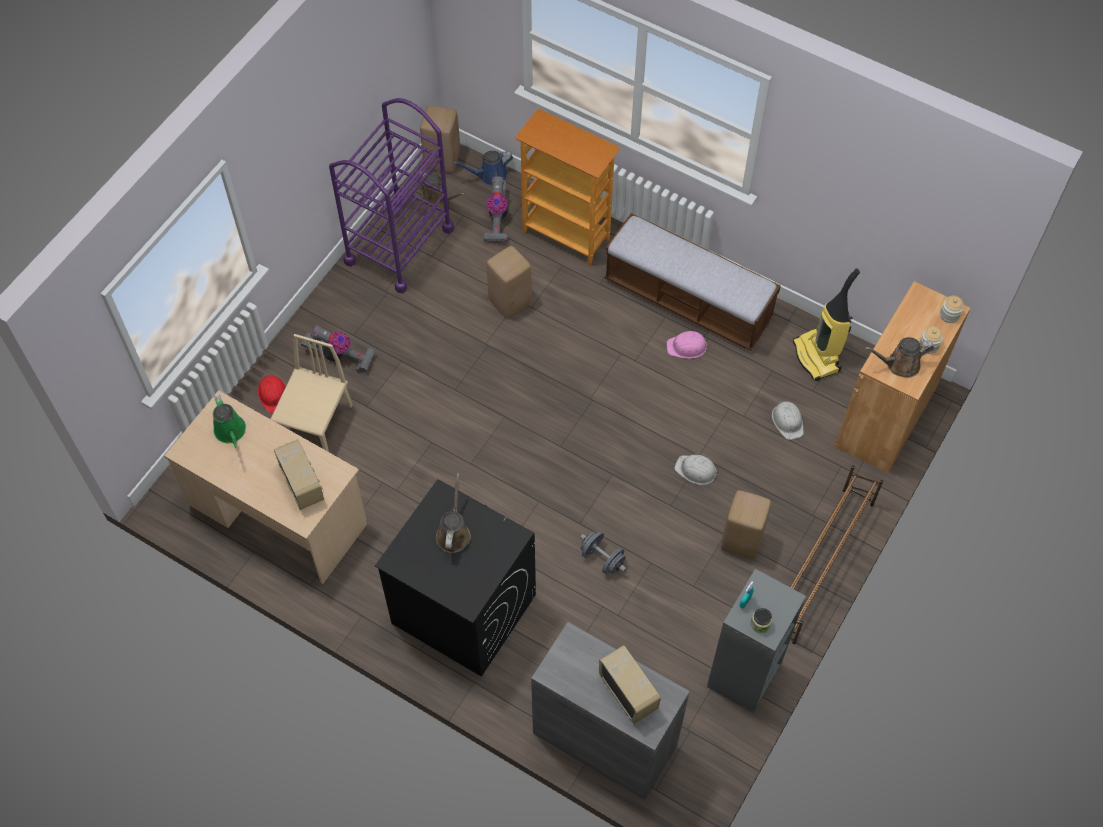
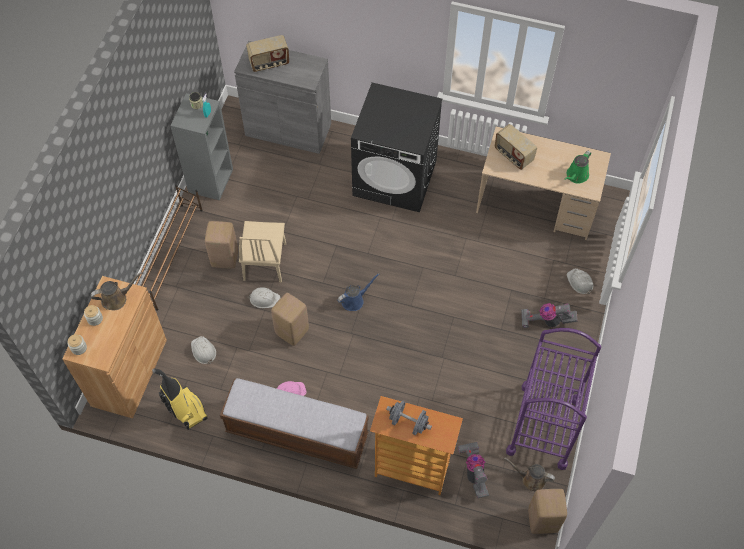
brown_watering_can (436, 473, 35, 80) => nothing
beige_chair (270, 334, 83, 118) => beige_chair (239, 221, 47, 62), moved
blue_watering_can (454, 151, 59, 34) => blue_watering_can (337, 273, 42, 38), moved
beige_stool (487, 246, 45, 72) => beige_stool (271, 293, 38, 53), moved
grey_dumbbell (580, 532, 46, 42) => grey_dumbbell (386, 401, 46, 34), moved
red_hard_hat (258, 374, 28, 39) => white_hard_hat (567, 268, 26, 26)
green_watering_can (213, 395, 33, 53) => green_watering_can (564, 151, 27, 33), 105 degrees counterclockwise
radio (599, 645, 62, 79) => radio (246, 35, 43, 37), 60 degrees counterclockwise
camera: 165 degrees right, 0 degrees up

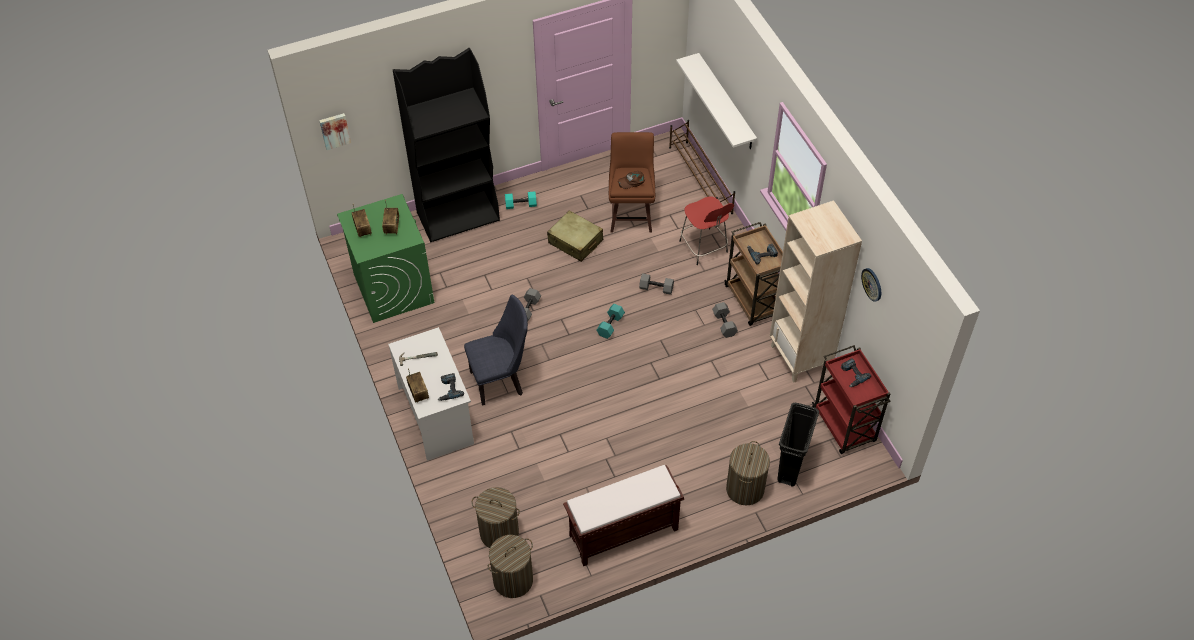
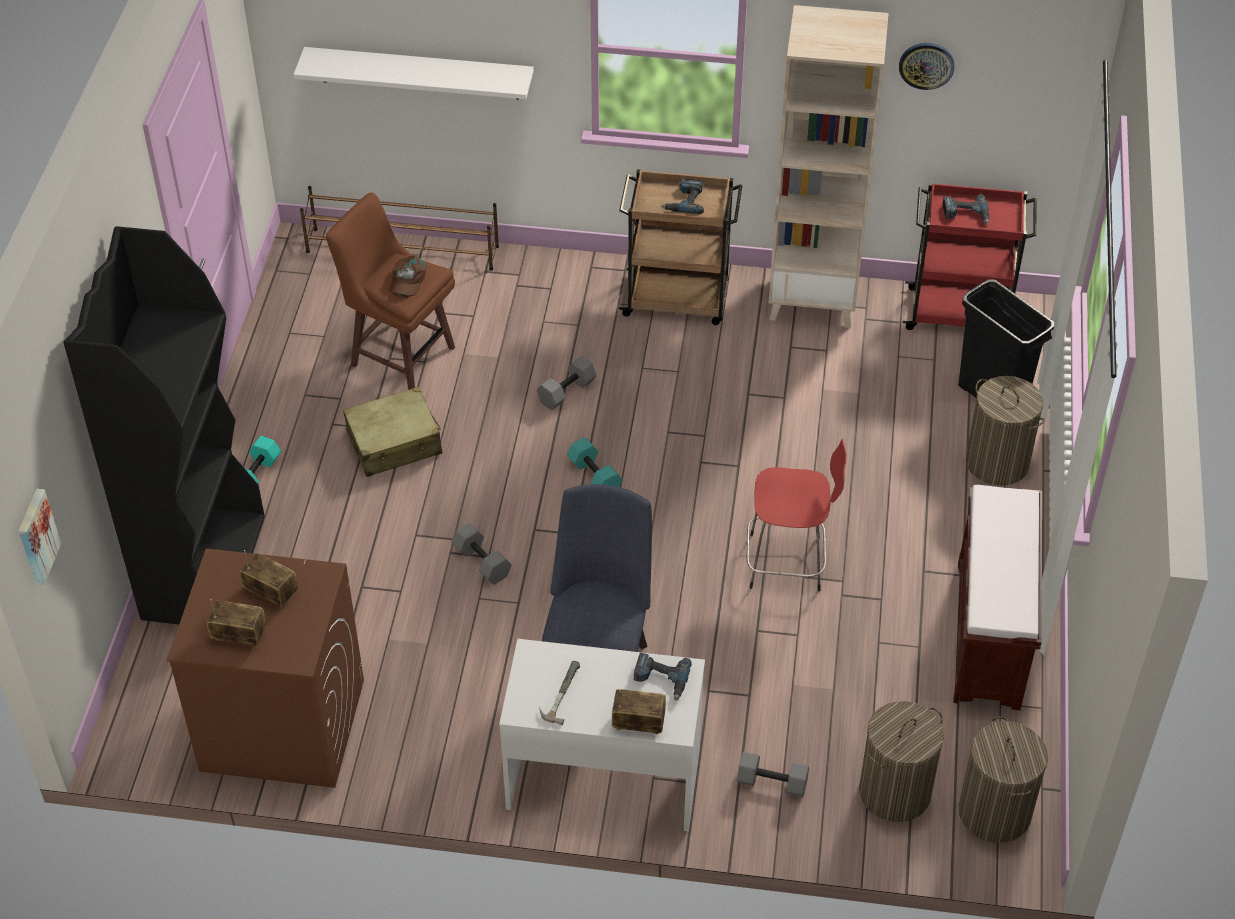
red_stool (679, 197, 55, 68) => red_stool (747, 439, 100, 152), moved
grey_dumbbell (712, 302, 26, 36) => grey_dumbbell (737, 752, 72, 45), moved
green_washing_machine (337, 194, 97, 129) => brown_washing_machine (167, 548, 197, 240)
camera: 60 degrees left, 5 degrees down

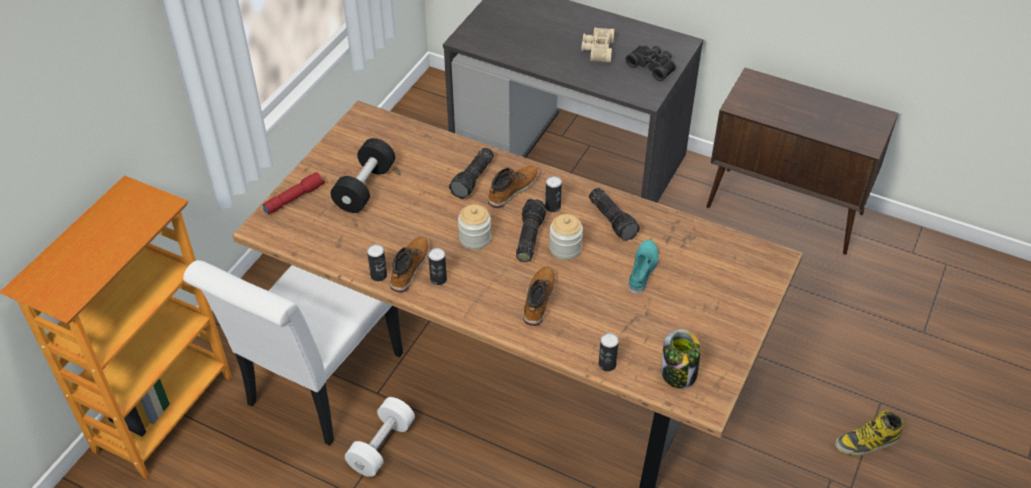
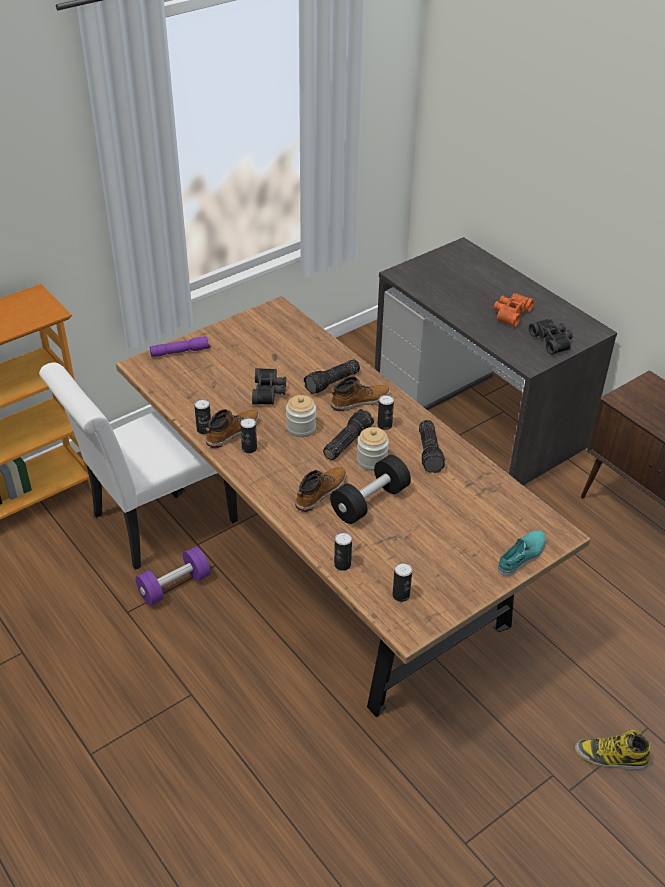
nothing => black_binoculars (252, 368, 34, 37)
black_dumbbell (331, 138, 64, 75) => black_dumbbell (330, 455, 81, 69), moved
turquoise_shoe (629, 240, 29, 54) => turquoise_shoe (498, 530, 48, 46), moved
jar (661, 329, 39, 60) => can (392, 563, 20, 39)
red_flashlight (262, 172, 63, 43) => purple_flashlight (150, 336, 60, 21)
white_dumbbell (345, 397, 70, 80) => purple_dumbbell (135, 547, 76, 59)
beige_binoculars (581, 27, 33, 36) => orange_binoculars (494, 293, 40, 34)
camera: 25 degrees right, 5 degrees down

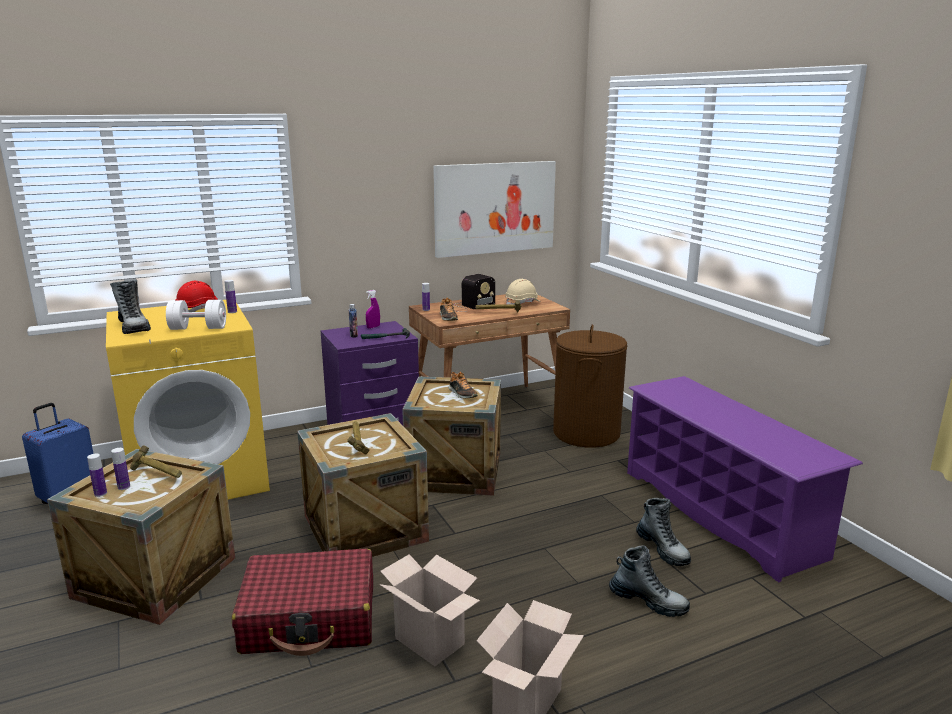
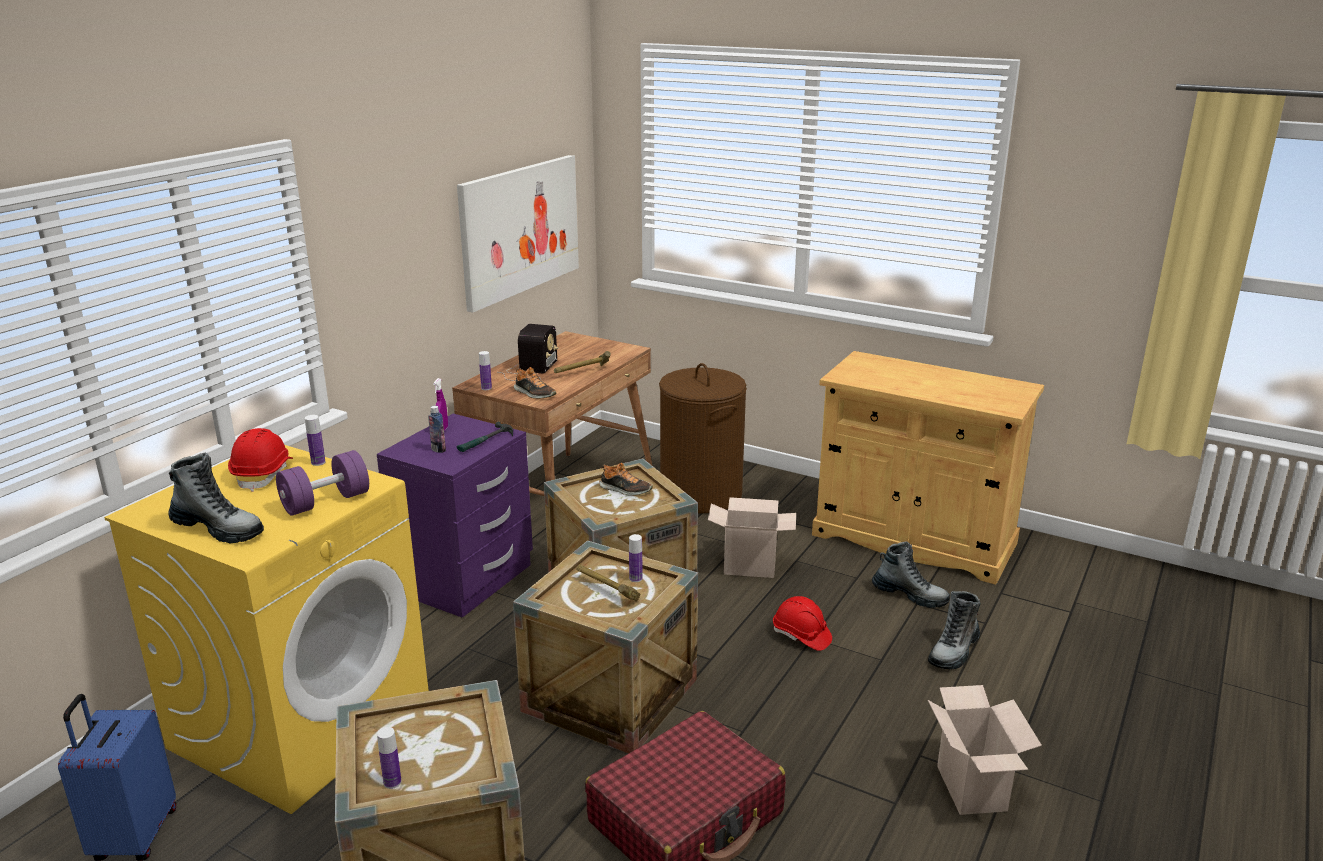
hammer (130, 446, 52, 32) => nothing
beige_hard_hat (505, 279, 36, 26) => nothing
nothing => red_hard_hat (773, 596, 59, 55)
bottle (111, 448, 19, 42) => bottle (629, 534, 13, 48), moved
cardboard_box (380, 554, 100, 112) => cardboard_box (708, 497, 88, 81), moved
purple_shoe_rack (627, 376, 236, 206) => beige_cabinet (812, 351, 232, 234)
white_dumbbell (166, 300, 60, 30) => purple_dumbbell (276, 450, 93, 66)
boot (609, 545, 81, 72) => boot (928, 591, 53, 79), 135 degrees clockwise
camera: 35 degrees left, 5 degrees up

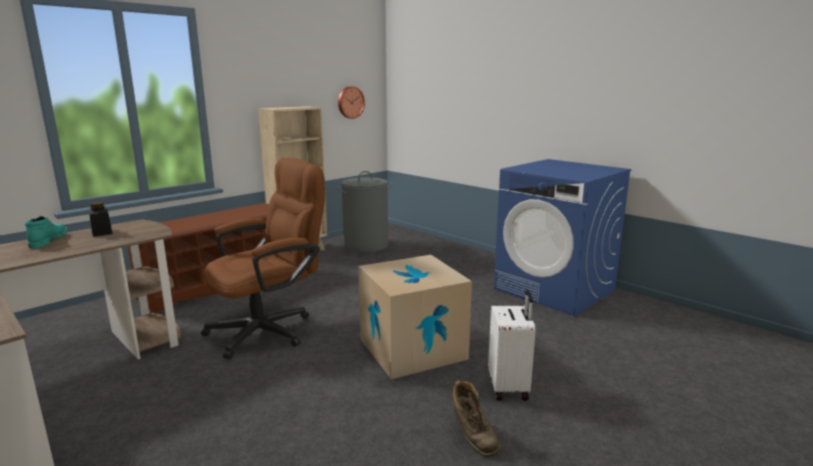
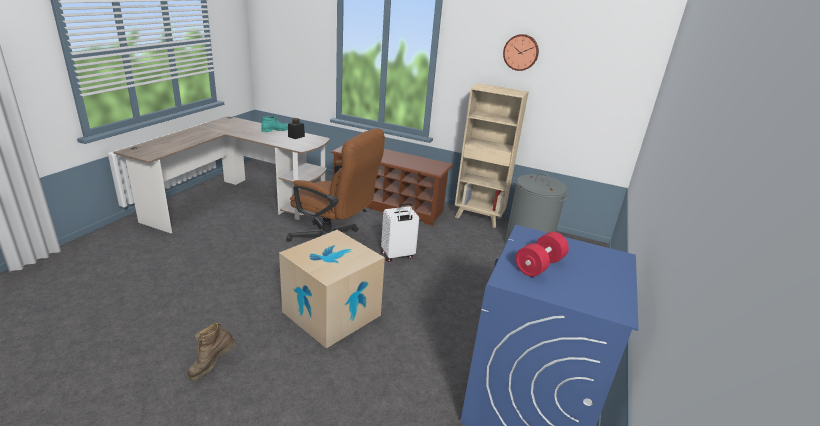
nothing => red_dumbbell (516, 232, 53, 45)
wall_clock (338, 86, 27, 33) => wall_clock (503, 34, 36, 37), moved
white_suitcase (488, 290, 48, 111) => white_suitcase (381, 203, 38, 59), moved
camera: 65 degrees right, 10 degrees up

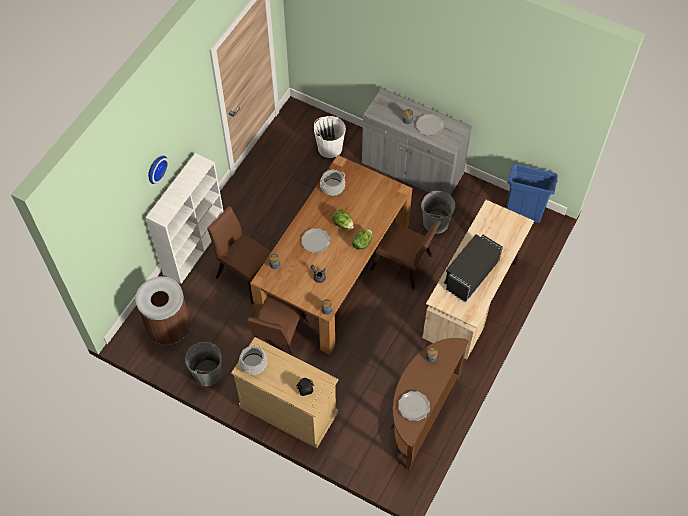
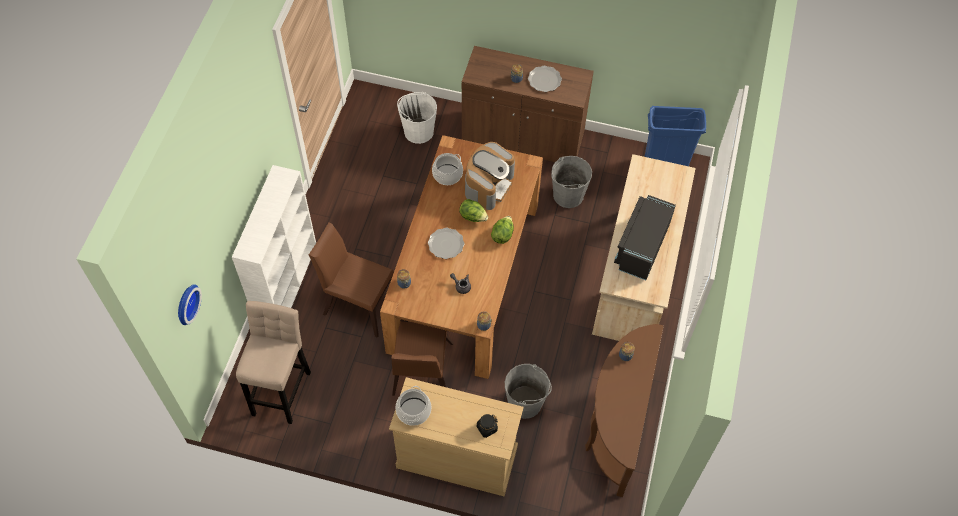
brown_chair (370, 221, 71, 68) => nothing
plate (398, 391, 32, 30) => nothing
nothing => coffee_machine (465, 142, 50, 68)
wall_clock (148, 156, 21, 28) => wall_clock (178, 284, 24, 41), moved
grey_bucket (185, 342, 37, 44) => grey_bucket (505, 364, 47, 55), moved
brown_trash_can (135, 276, 56, 69) => beige_stool (236, 301, 75, 123)
grey_cabinet (362, 88, 110, 107) => brown_cabinet (462, 46, 132, 116)
camera: 15 degrees left, 0 degrees up

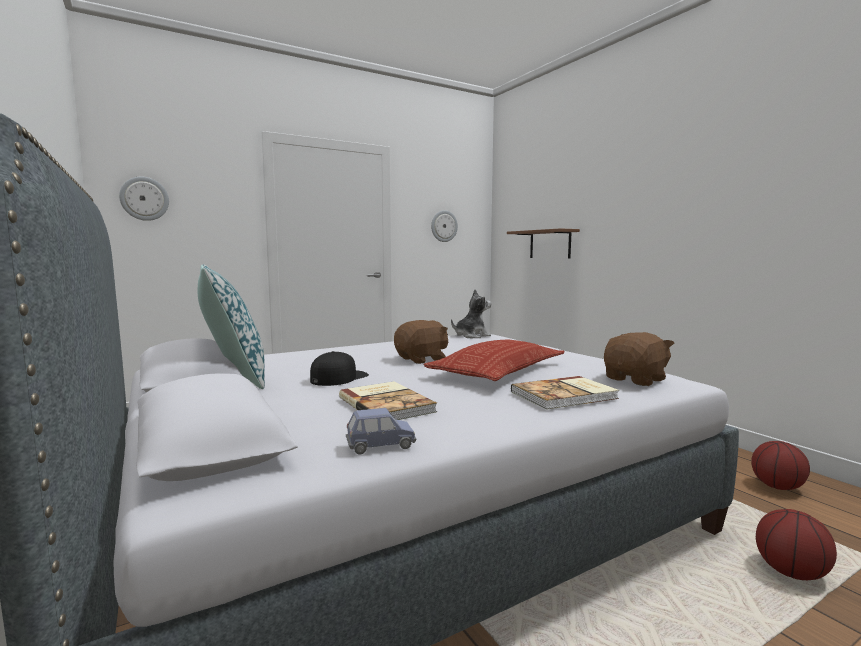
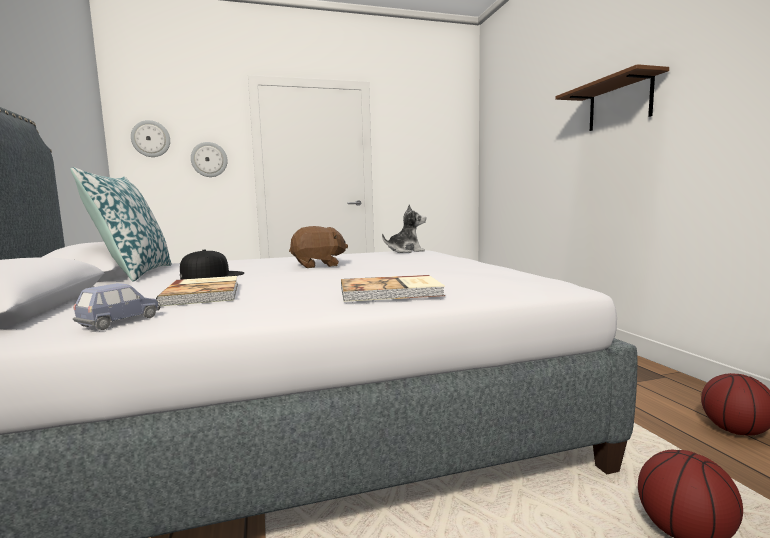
pillow (423, 340, 142, 41) => nothing
brown_plush_toy (604, 332, 71, 54) => nothing
wall_clock (431, 210, 27, 32) => wall_clock (191, 142, 36, 35), moved
brown_shelf (507, 228, 73, 31) => brown_shelf (555, 64, 114, 67), moved
blue_toy_car (346, 408, 71, 47) => blue_toy_car (73, 283, 87, 47), 60 degrees counterclockwise
camera: 15 degrees right, 0 degrees up

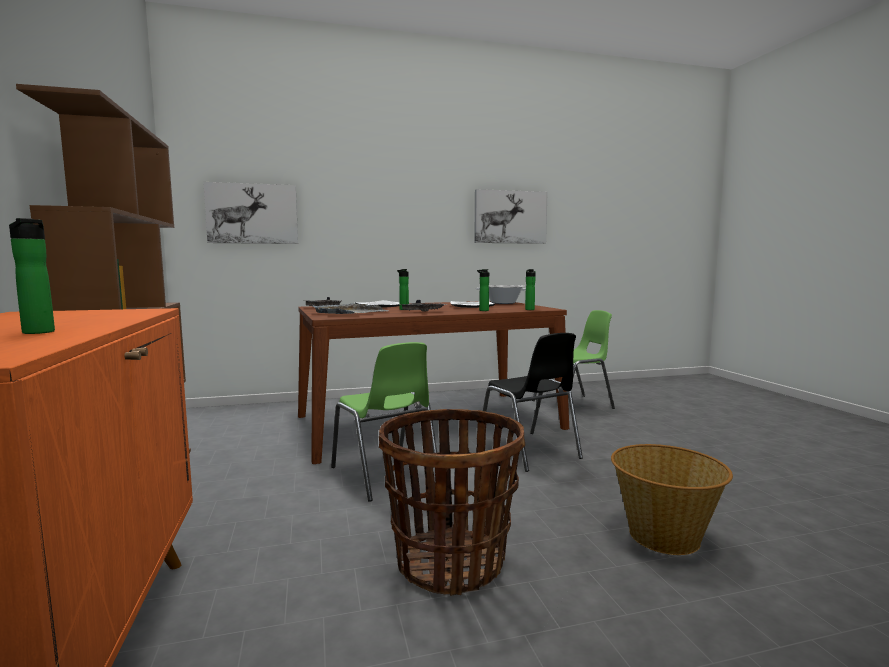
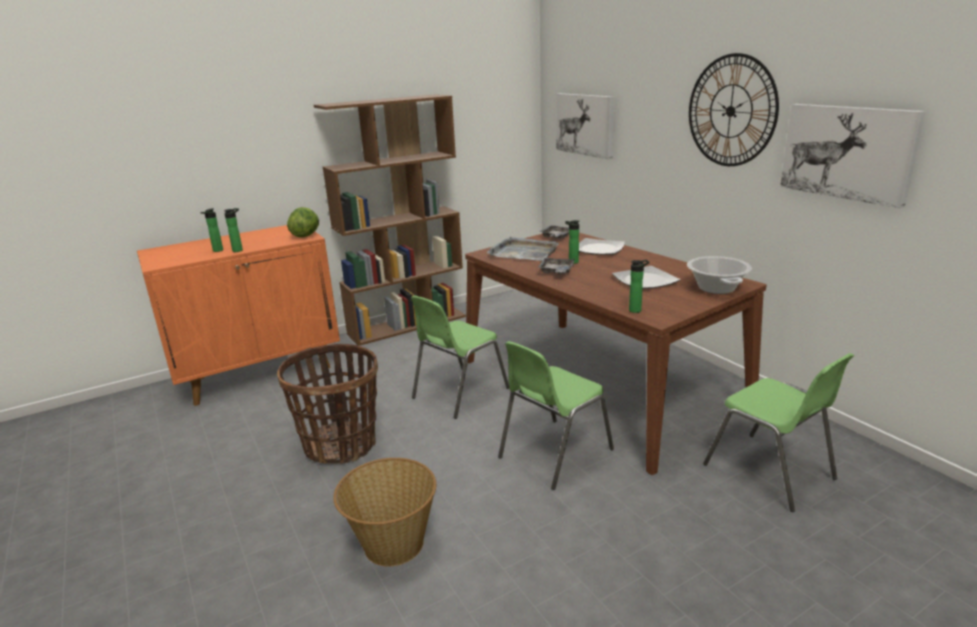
nothing => lettuce (287, 207, 32, 31)
nothing => wall_clock (689, 53, 90, 113)
bottle (477, 269, 12, 42) => bottle (224, 208, 19, 44), moved
black_chair (483, 333, 100, 139) => green_chair (498, 341, 116, 149)
camera: 75 degrees right, 15 degrees up

